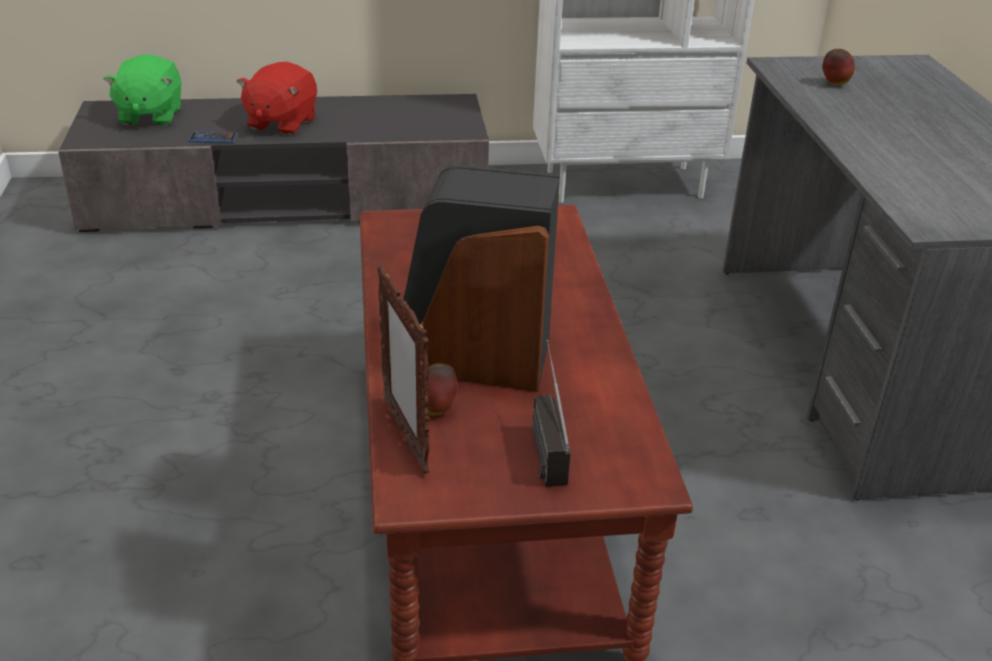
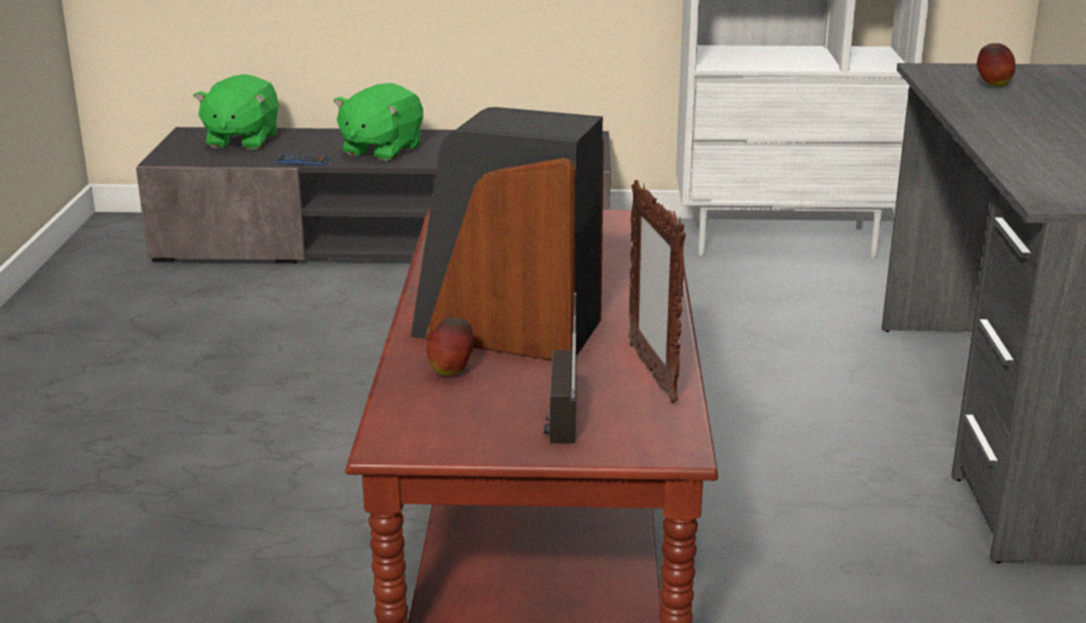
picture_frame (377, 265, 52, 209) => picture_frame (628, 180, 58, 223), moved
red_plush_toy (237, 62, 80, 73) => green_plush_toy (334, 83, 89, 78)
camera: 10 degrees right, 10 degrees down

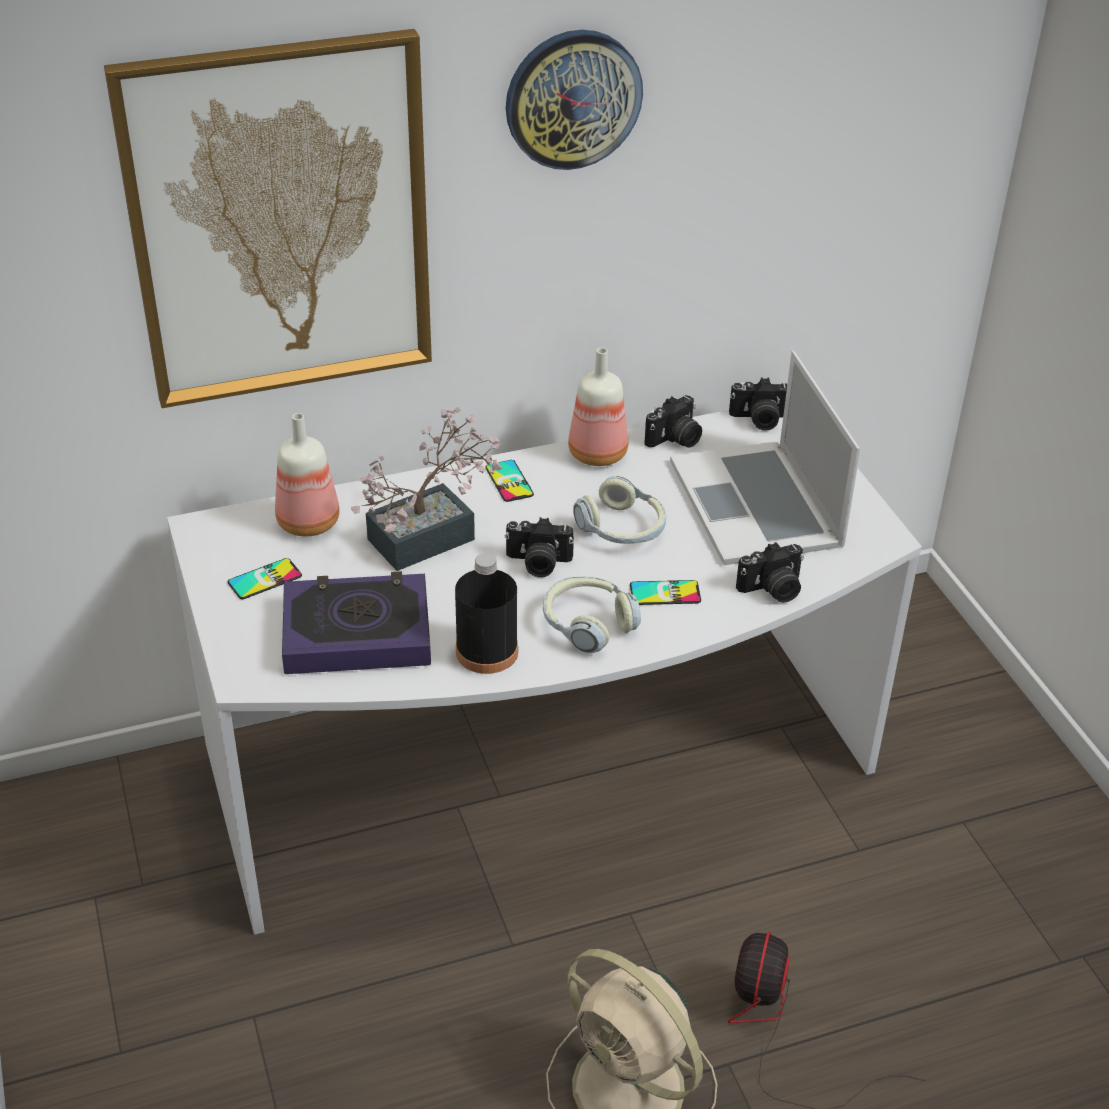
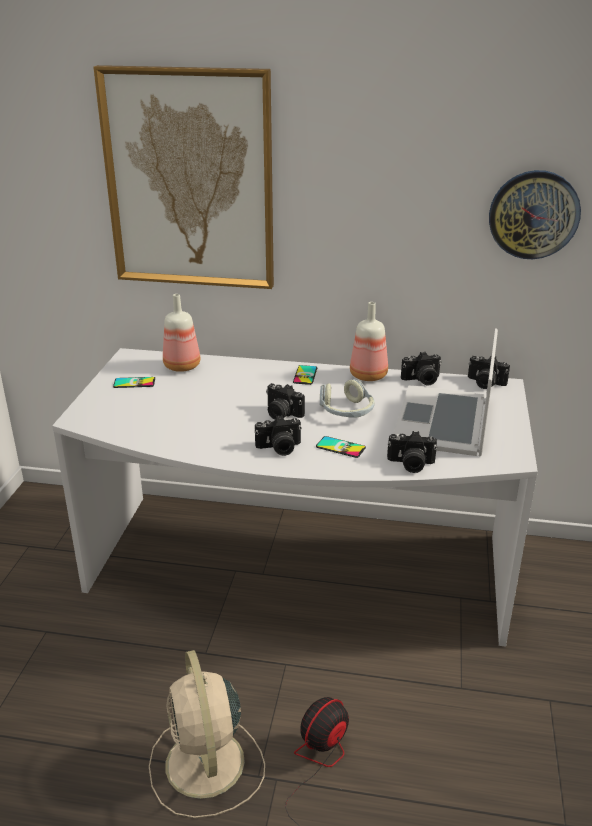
book (282, 571, 149, 103) => nothing
potted_plant (351, 407, 151, 164) => nothing
black_bottle (455, 553, 63, 121) => nothing
wall_clock (506, 30, 137, 140) => wall_clock (489, 170, 92, 89), moved
headphones (543, 577, 98, 76) => photo_camera (255, 415, 47, 41)
camera: 30 degrees right, 10 degrees down

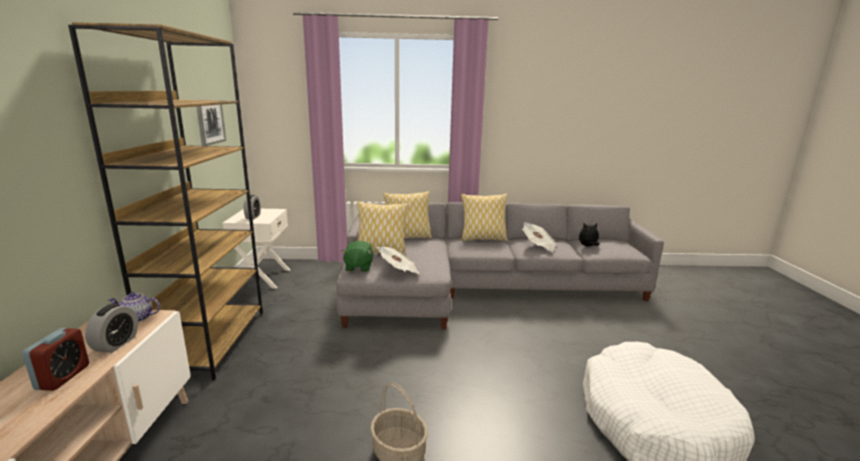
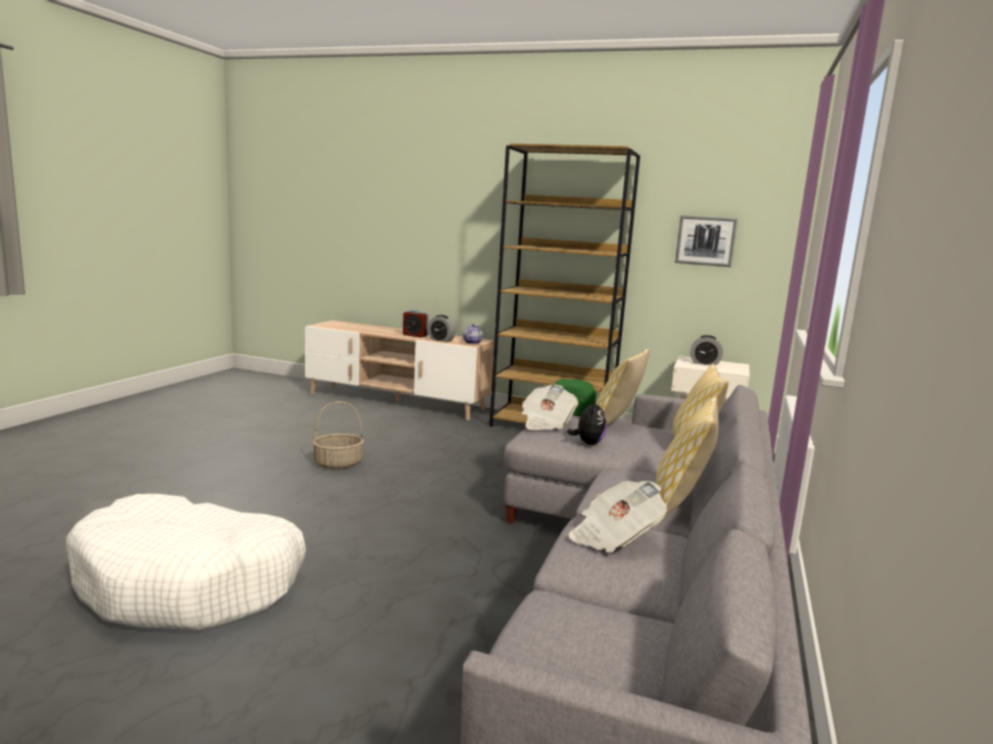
plush_toy (579, 223, 20, 24) => plush_toy (567, 399, 40, 46), moved
camera: 110 degrees right, 5 degrees down

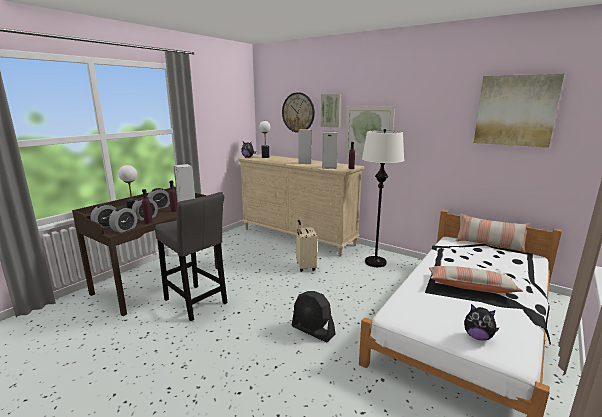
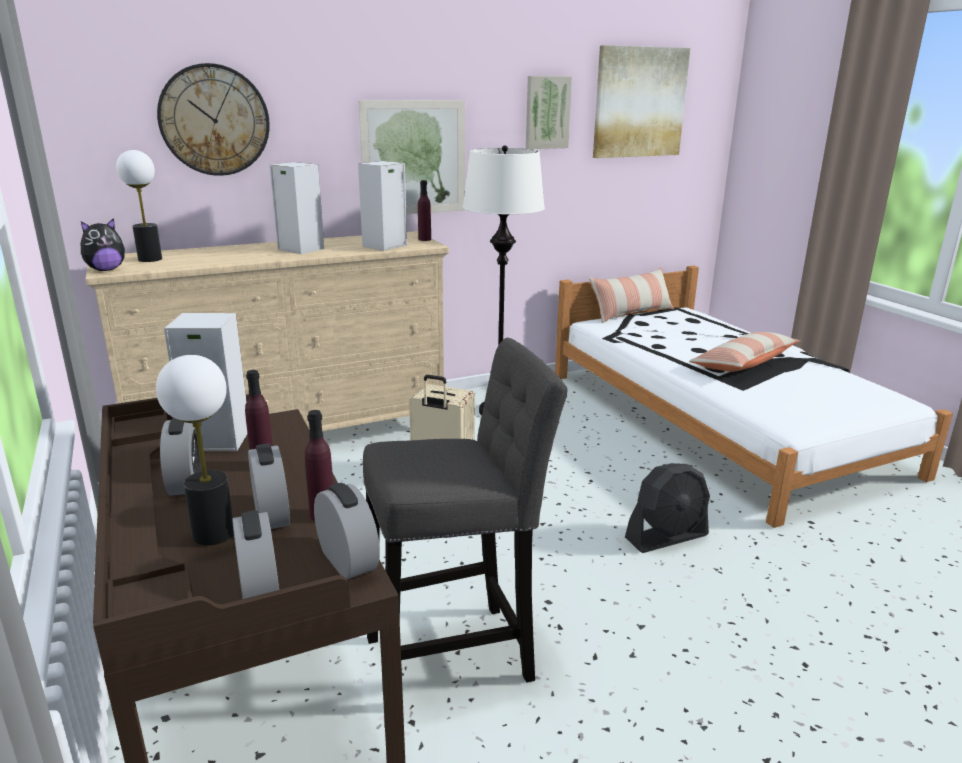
plush_toy (464, 304, 35, 36) => nothing
picture (321, 94, 20, 34) => picture (526, 76, 46, 73), moved
camera: 60 degrees left, 5 degrees up

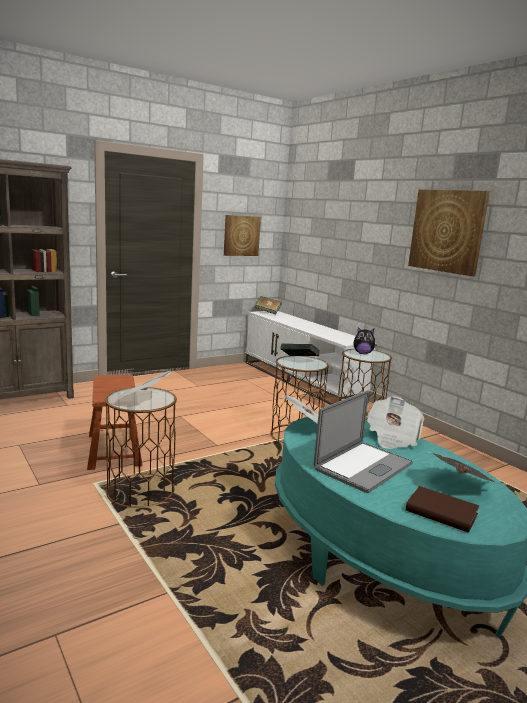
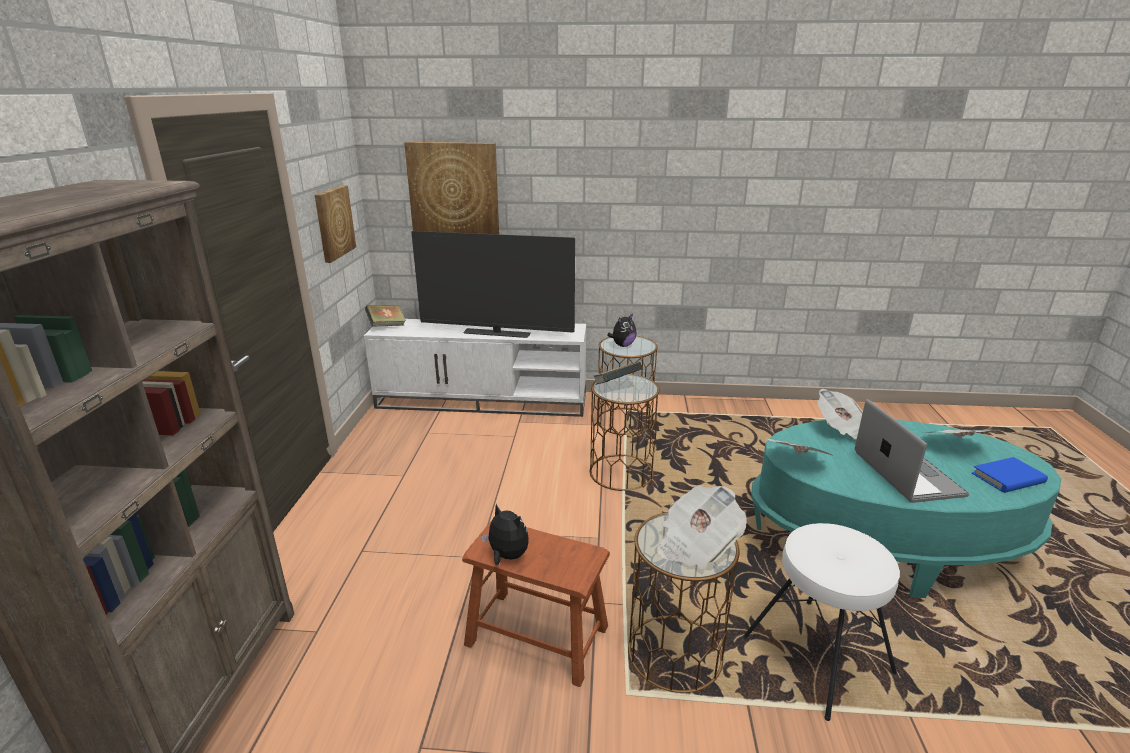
nothing => television (411, 231, 164, 107)
nothing => plush_toy (481, 504, 48, 61)
nothing => white_stool (743, 523, 157, 198)
picture (408, 189, 82, 87) => picture (404, 142, 95, 92), moved
brown_book (406, 486, 73, 47) => blue_book (972, 457, 76, 36)
camera: 50 degrees left, 10 degrees up

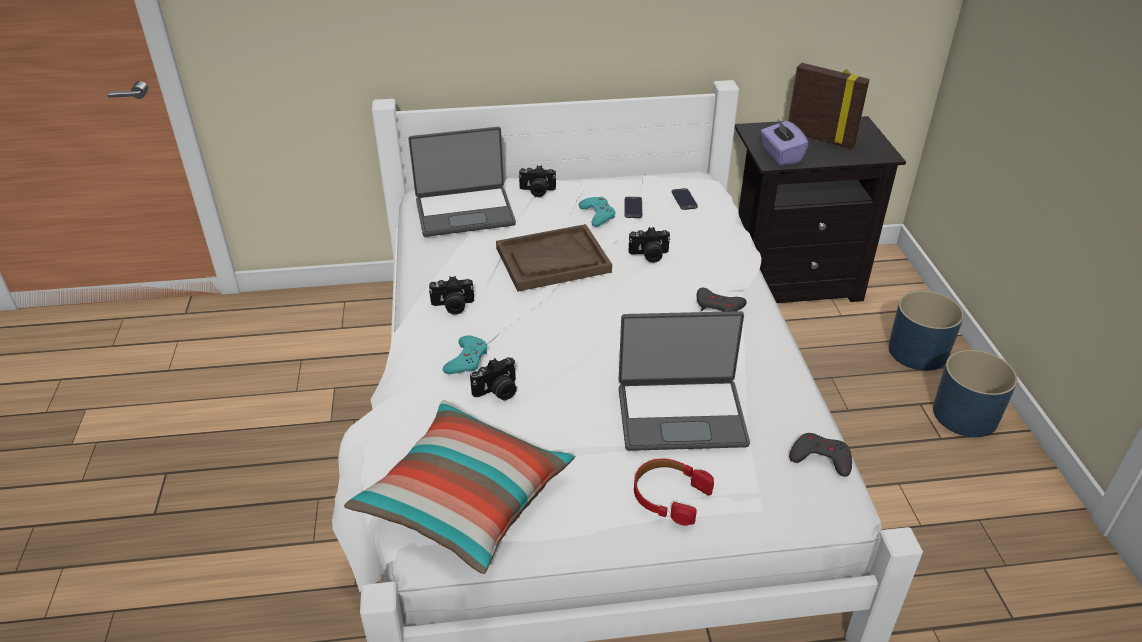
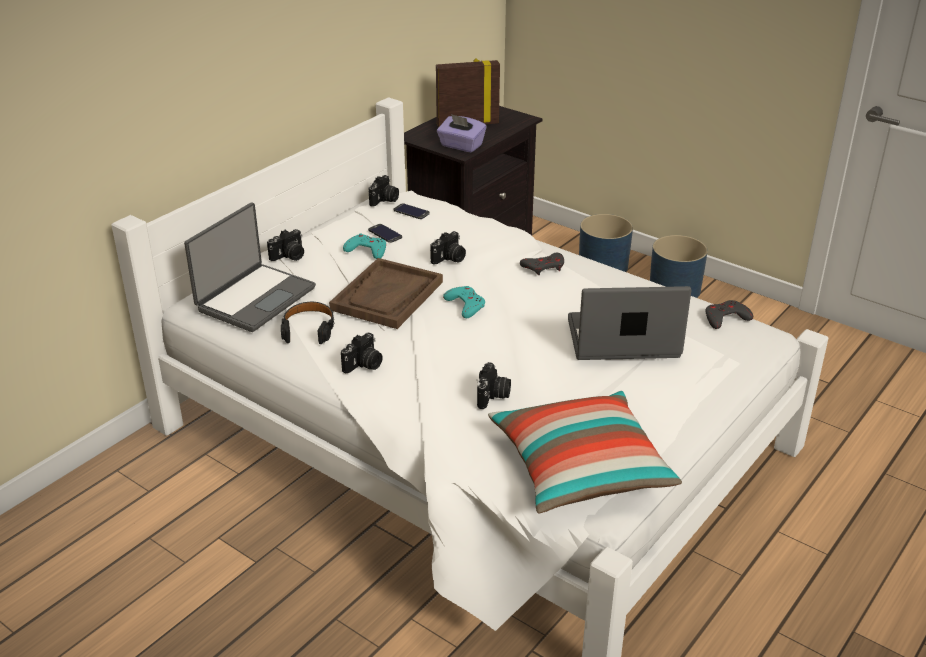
red_headphones (634, 459, 80, 67) => nothing
nothing => black_headphones (281, 302, 53, 42)
nothing => photo_camera (369, 175, 30, 32)
turquoise_game_controller (443, 335, 44, 39) => turquoise_game_controller (443, 286, 42, 32), moved
laptop (619, 311, 131, 140) => laptop (568, 286, 124, 74), 135 degrees counterclockwise
camera: 45 degrees left, 5 degrees down

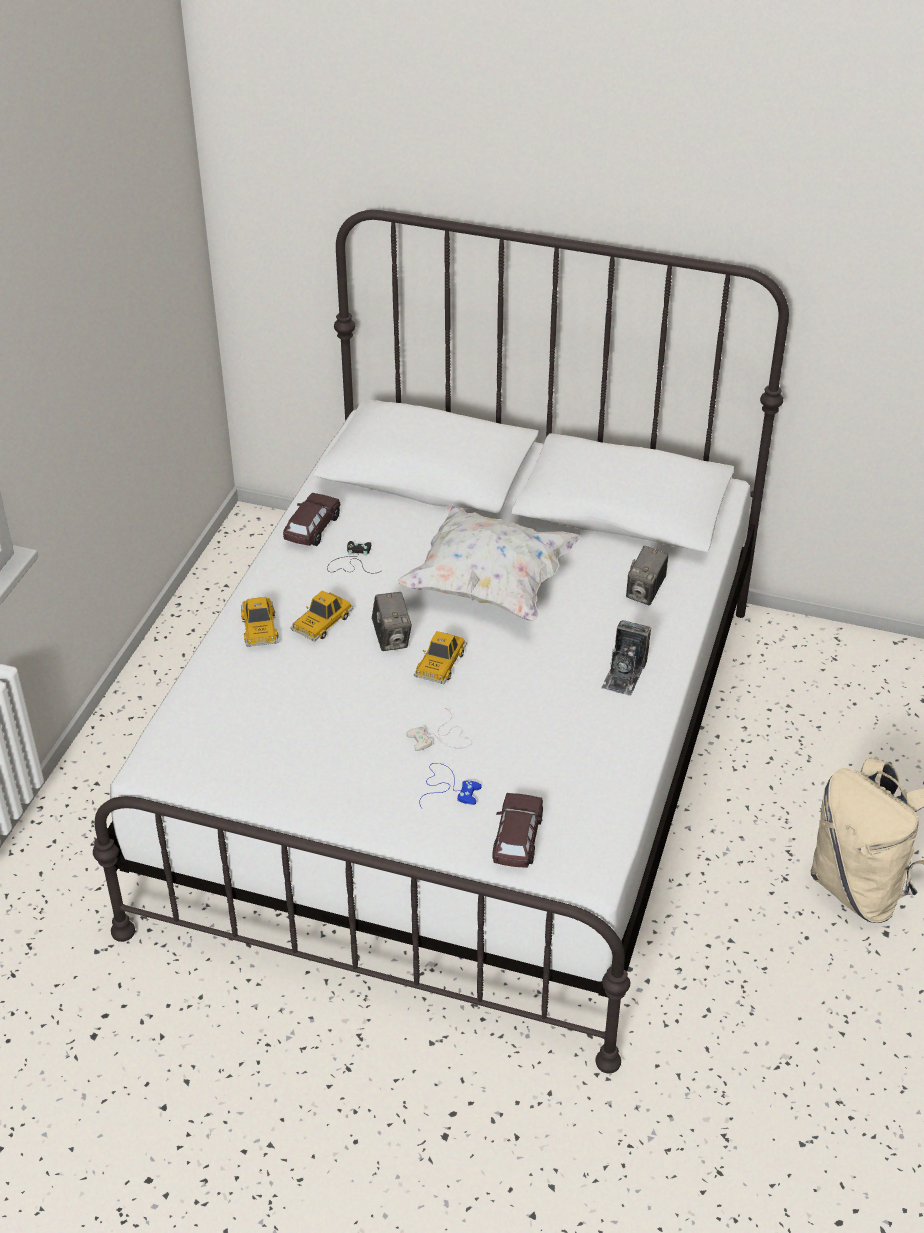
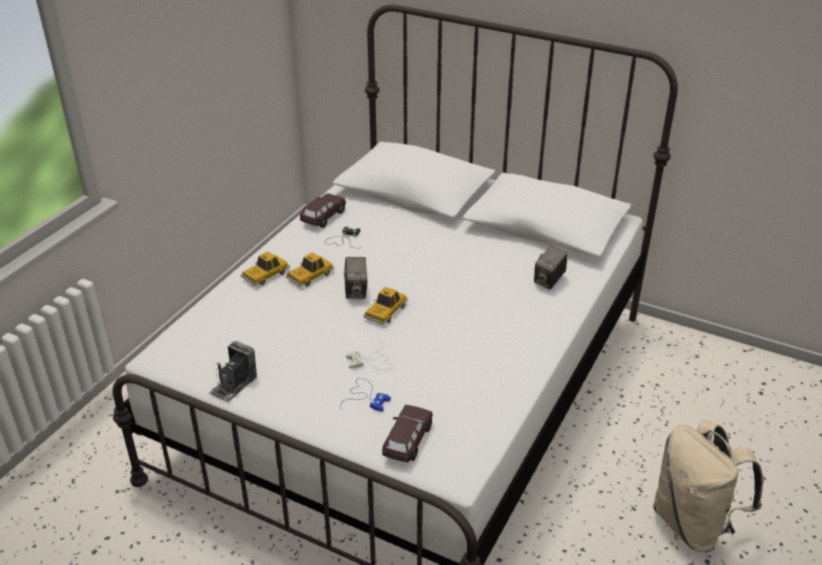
white_pillow (398, 505, 184, 116) => nothing
photo_camera (601, 620, 50, 76) => photo_camera (209, 341, 48, 61), moved
toy_car (241, 597, 38, 50) => toy_car (241, 251, 49, 35), 45 degrees clockwise
camera: 10 degrees right, 5 degrees down

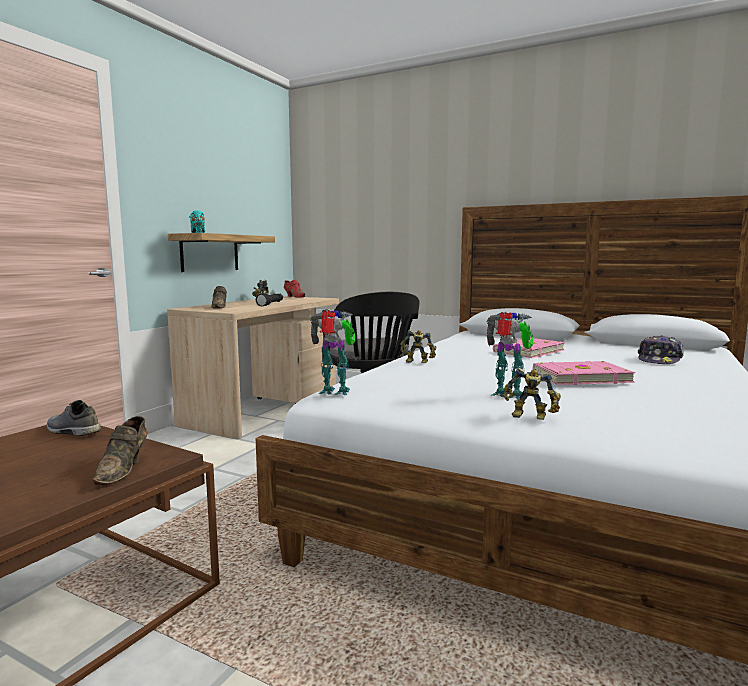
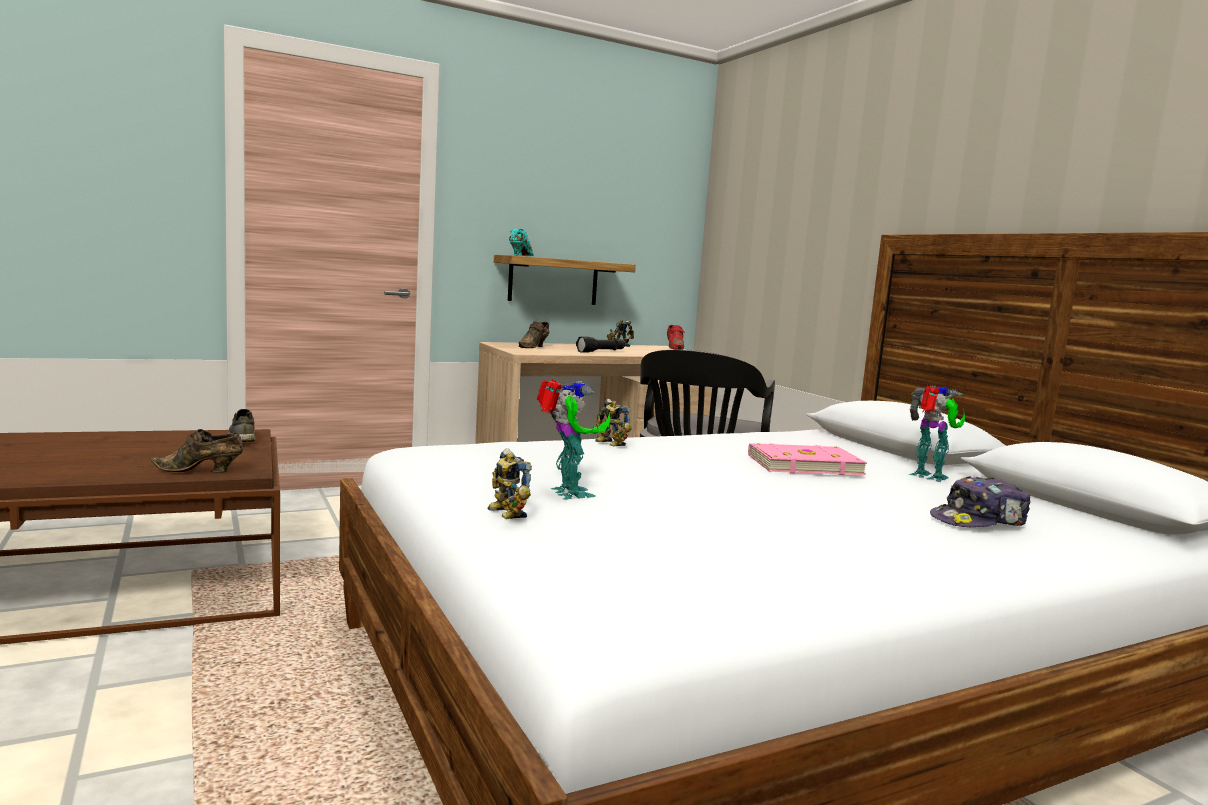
pink_book (533, 361, 103, 24) => nothing
toy_robot (310, 310, 46, 85) => toy_robot (909, 386, 56, 96), moved
brown_shoe (93, 416, 55, 69) => brown_shoe (151, 429, 92, 44), 45 degrees clockwise
camera: 35 degrees right, 0 degrees up

